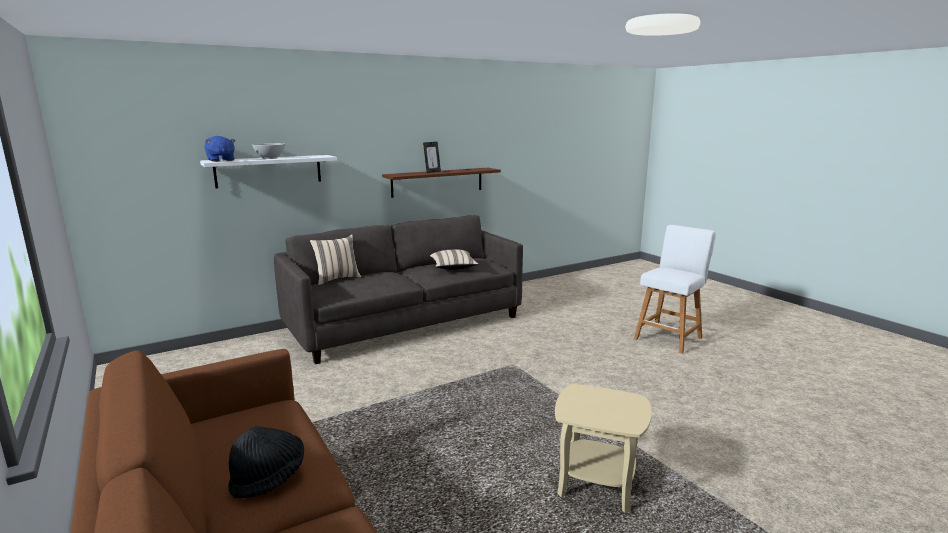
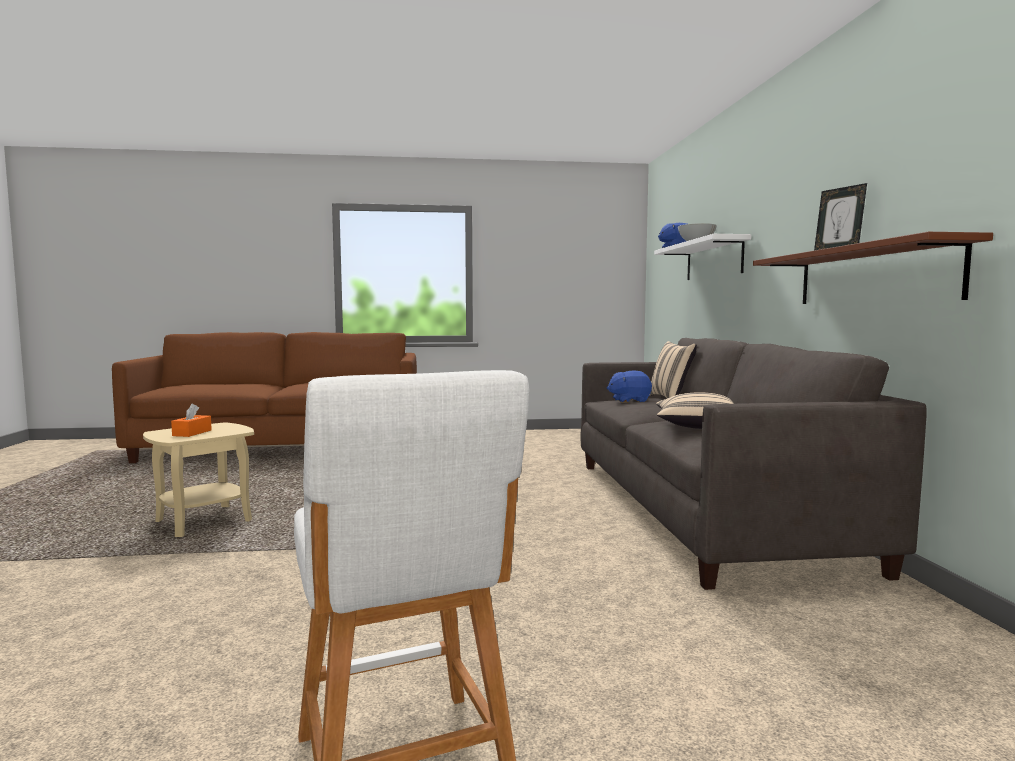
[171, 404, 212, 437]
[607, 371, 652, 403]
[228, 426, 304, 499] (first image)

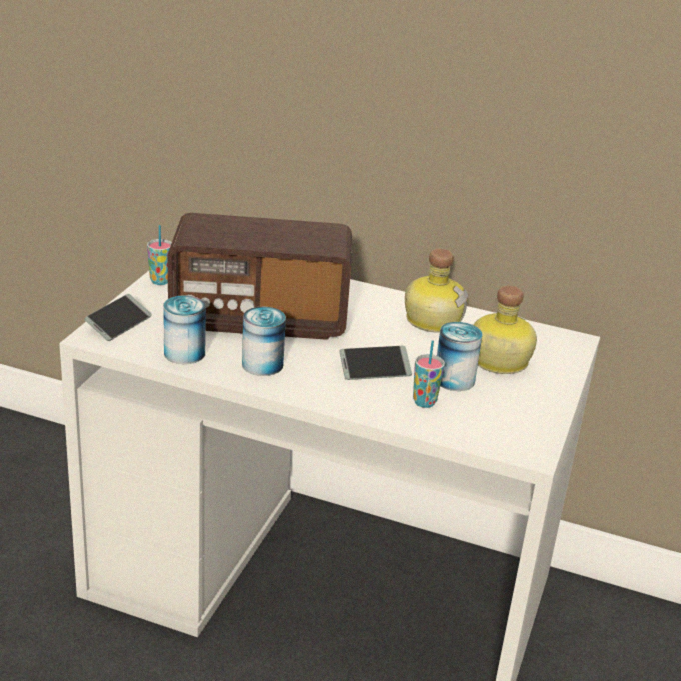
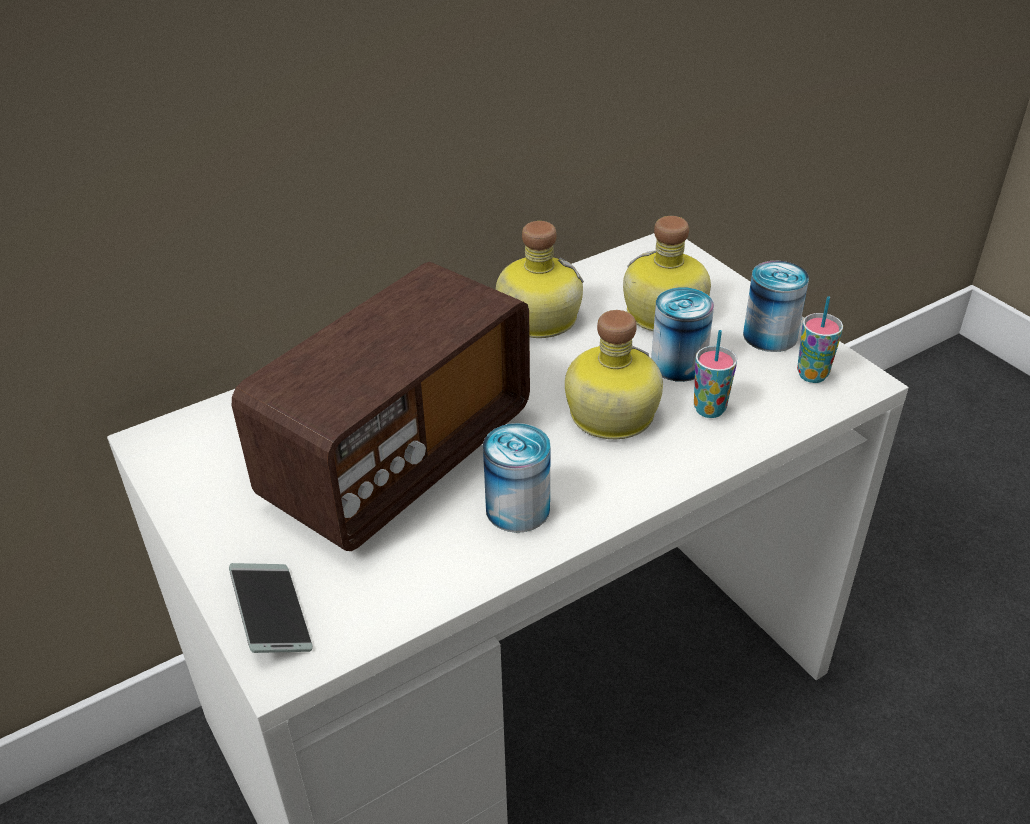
[565, 310, 663, 439]
[743, 261, 809, 352]
[797, 297, 843, 383]

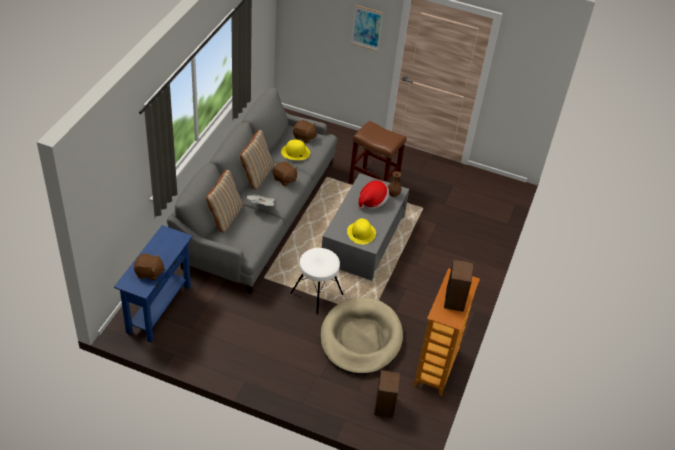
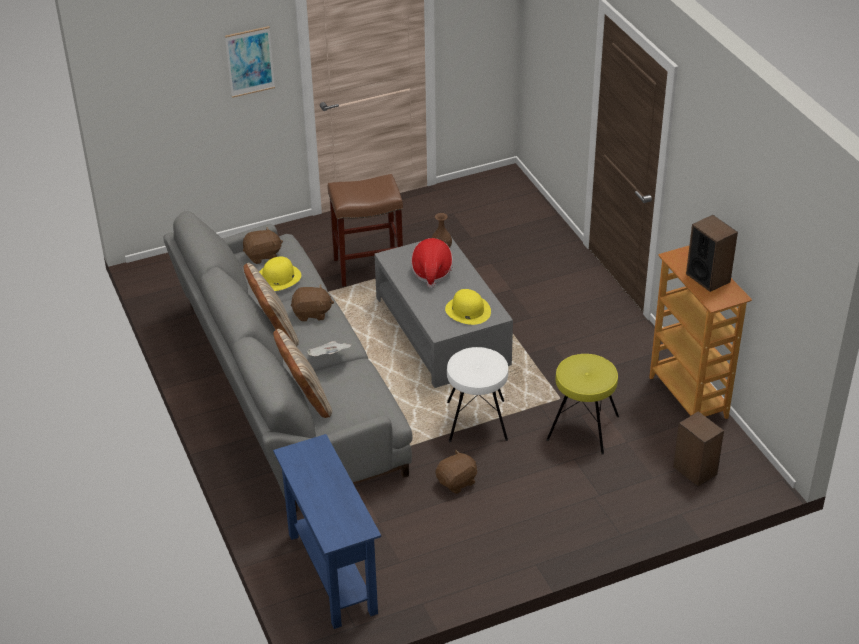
[435, 450, 477, 494]
[546, 354, 619, 455]

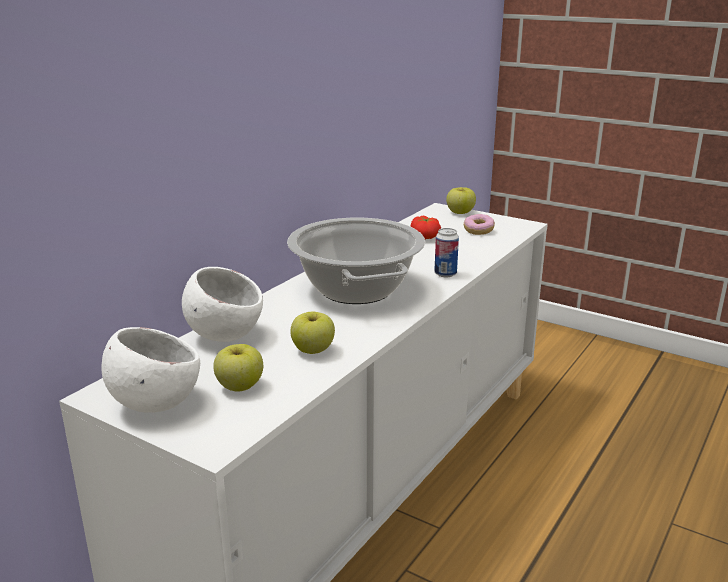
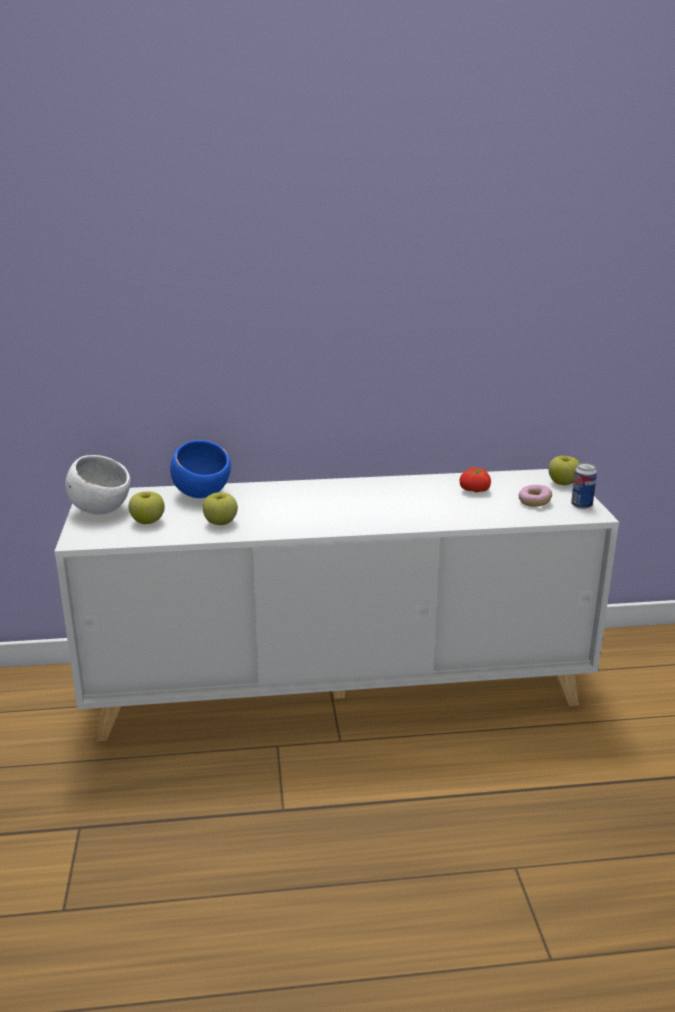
[170, 440, 231, 498]
[571, 463, 597, 509]
[287, 218, 425, 304] (first image)

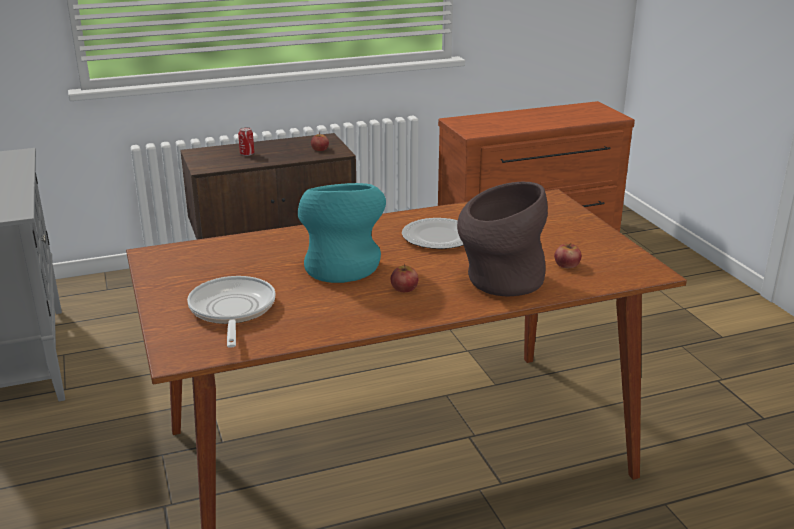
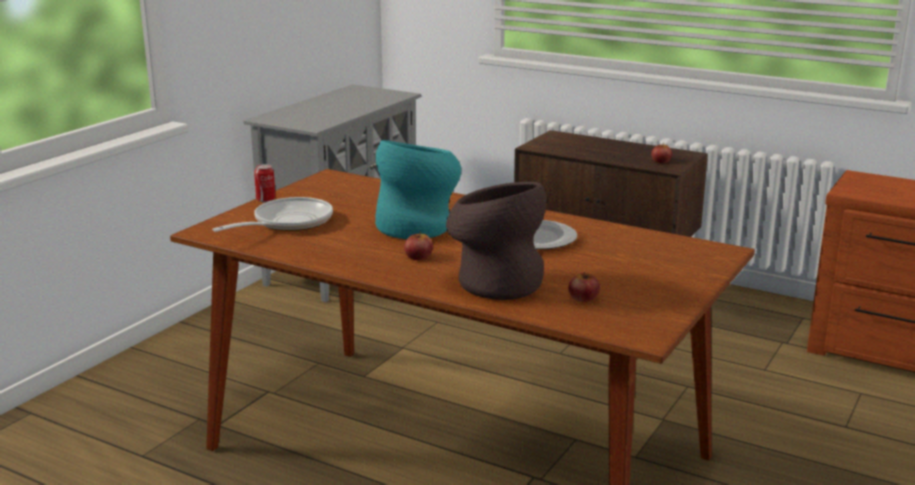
[254, 164, 276, 202]

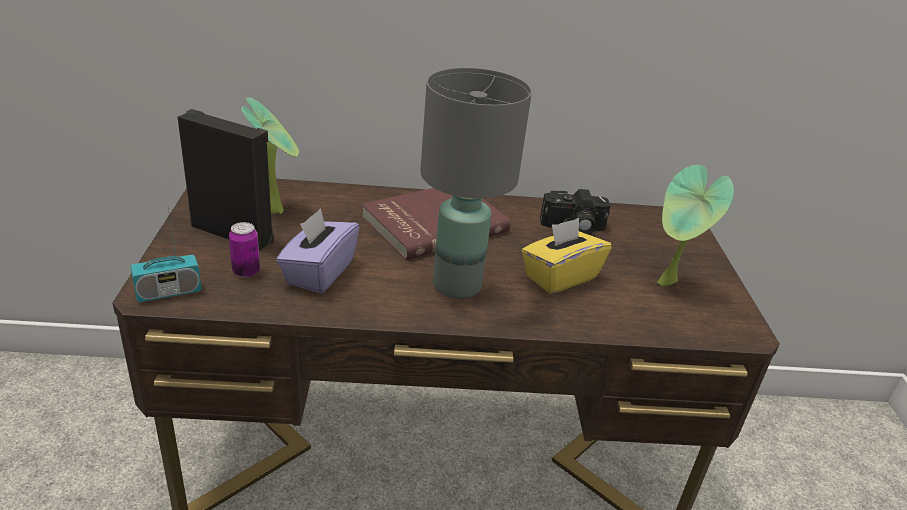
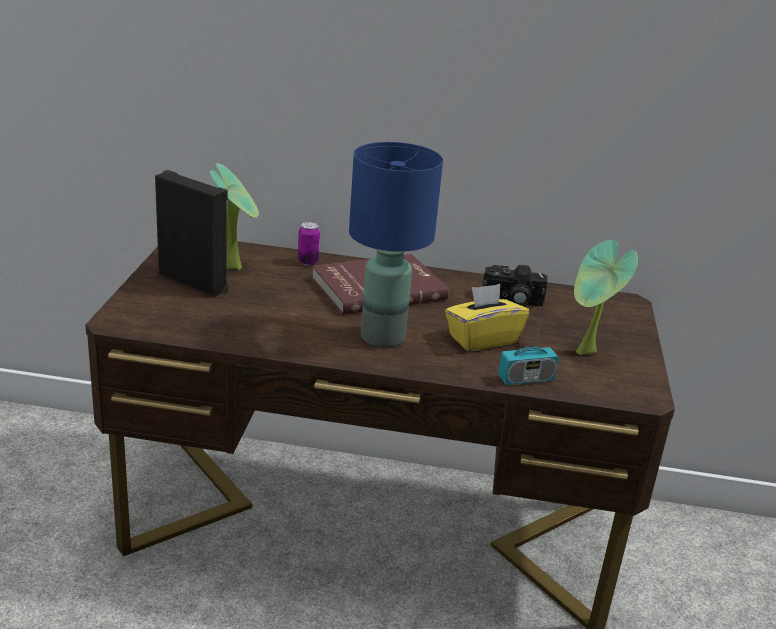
[298, 222, 320, 266]
[349, 142, 443, 347]
[498, 302, 559, 385]
[276, 208, 360, 293] (first image)

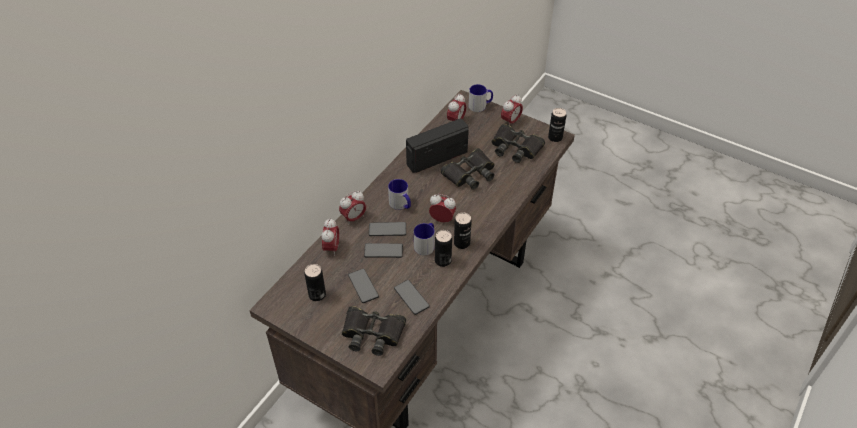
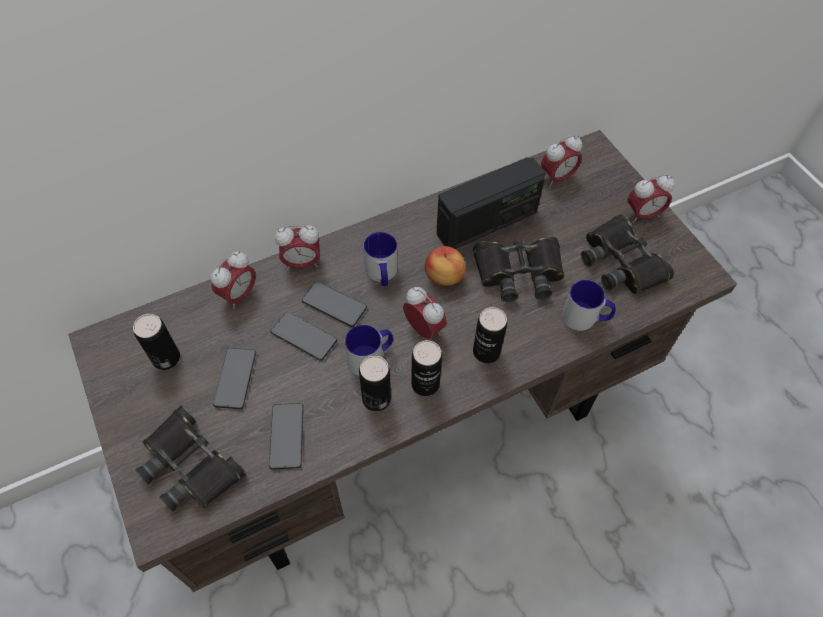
[425, 246, 466, 286]
[437, 157, 546, 249]
[473, 307, 507, 363]
[562, 280, 616, 331]

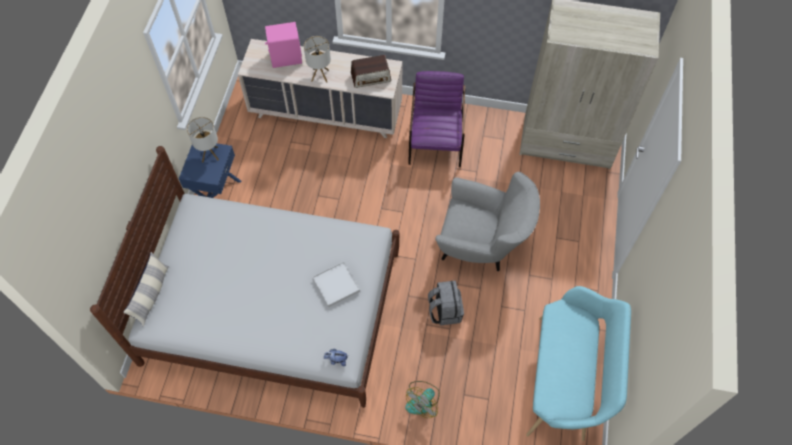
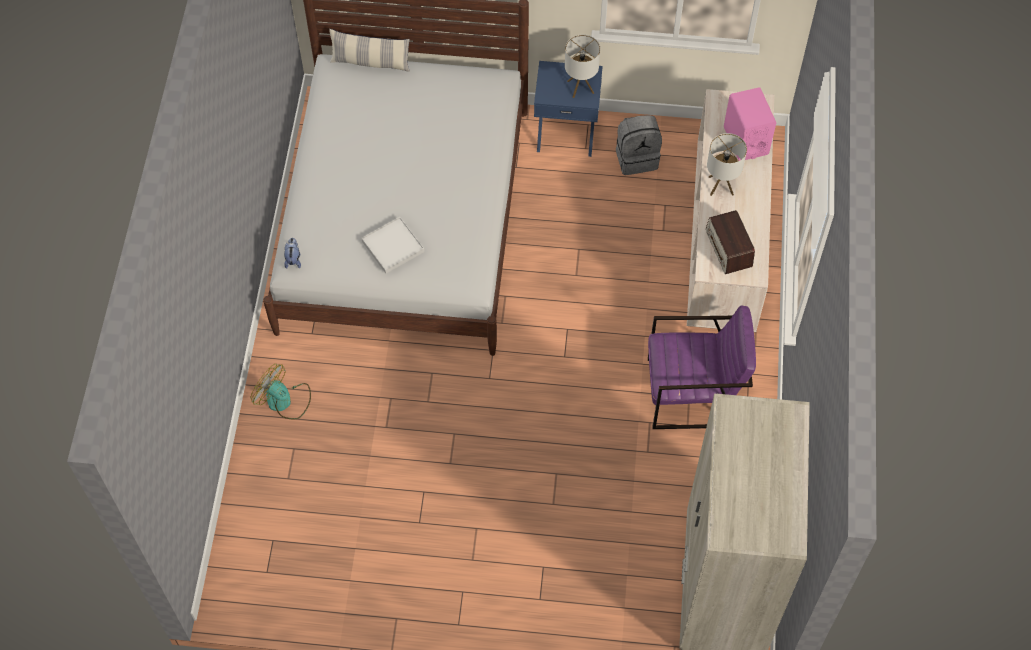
[616, 115, 662, 175]
[435, 172, 540, 271] (first image)
[526, 286, 631, 441] (first image)

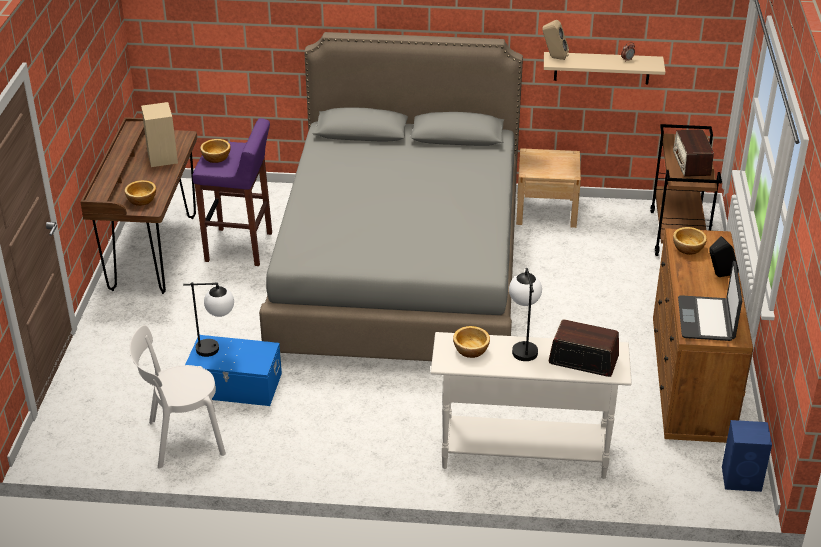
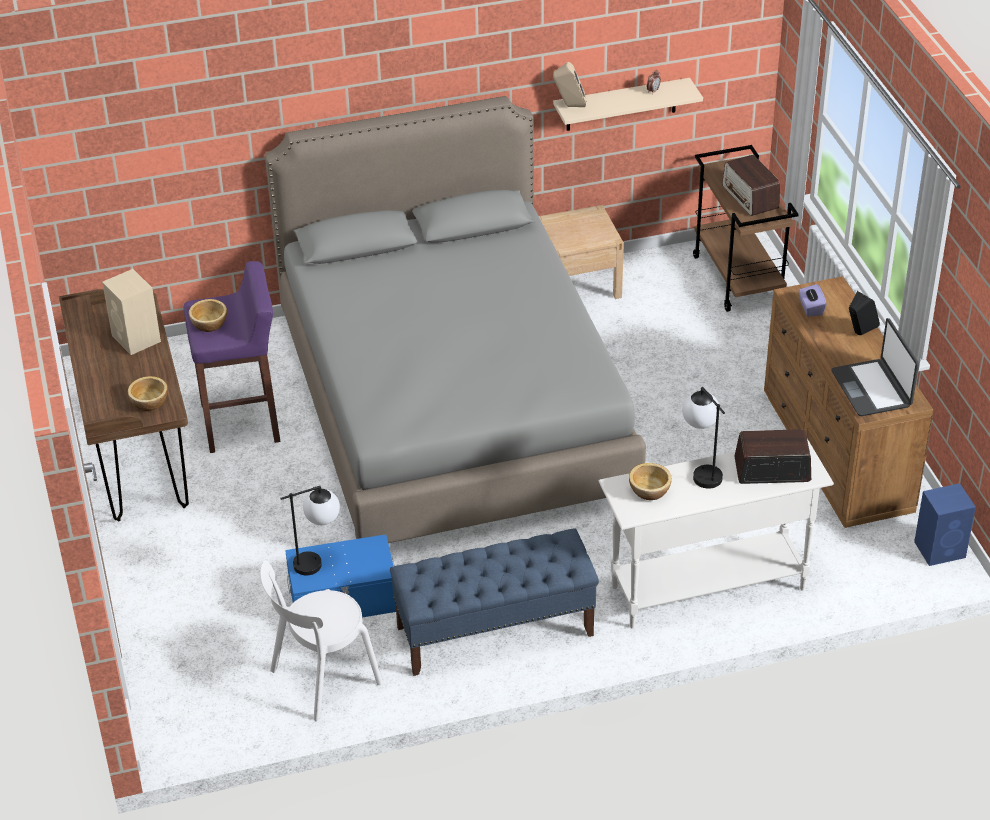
[390, 528, 599, 676]
[798, 284, 826, 317]

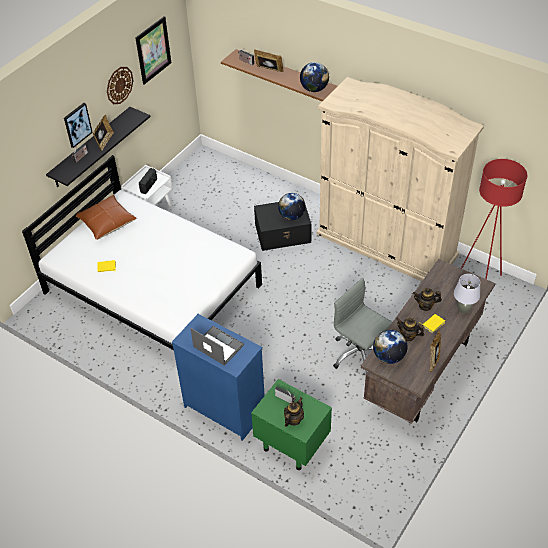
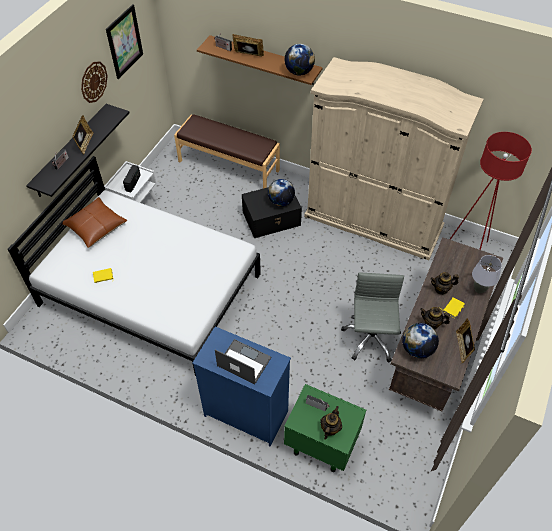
[174, 114, 280, 189]
[341, 272, 404, 363]
[64, 103, 93, 148] (first image)

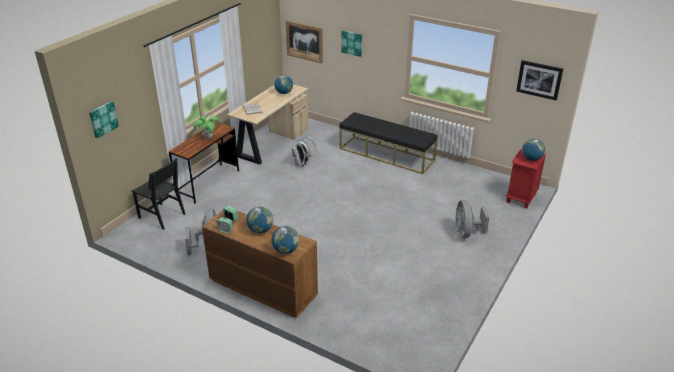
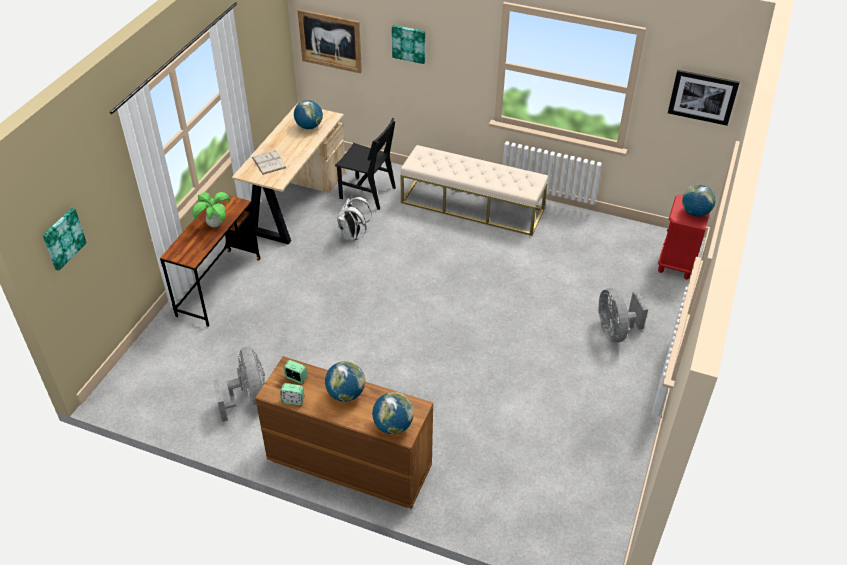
[335, 118, 396, 210]
[400, 145, 548, 236]

